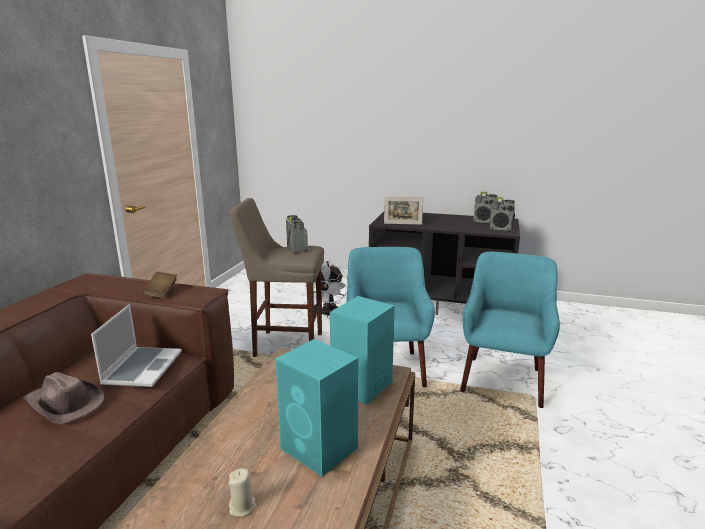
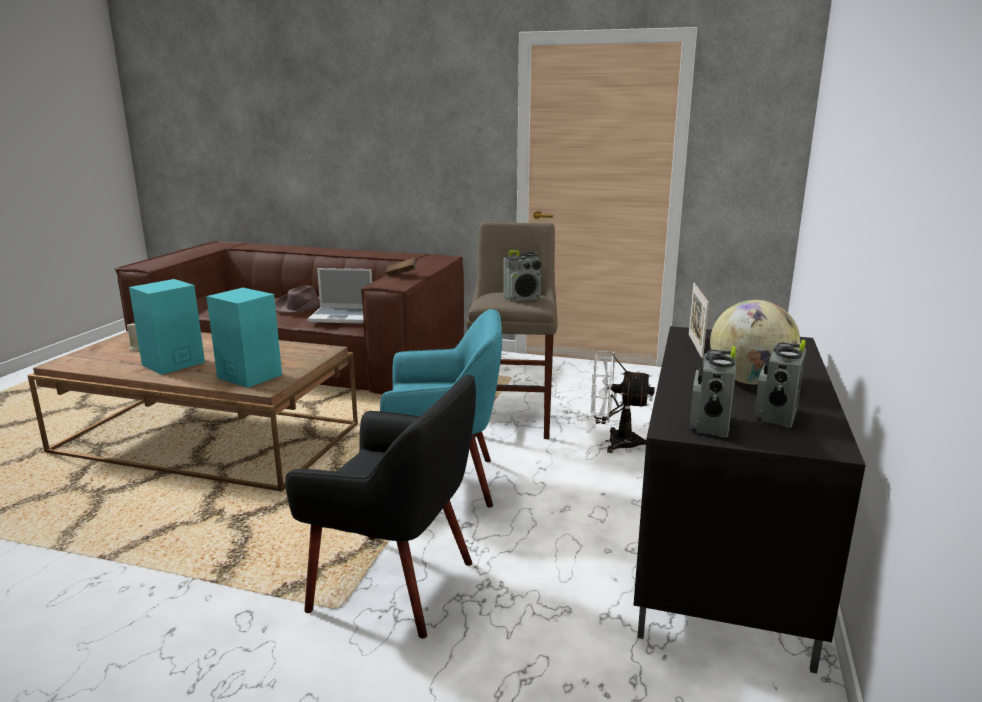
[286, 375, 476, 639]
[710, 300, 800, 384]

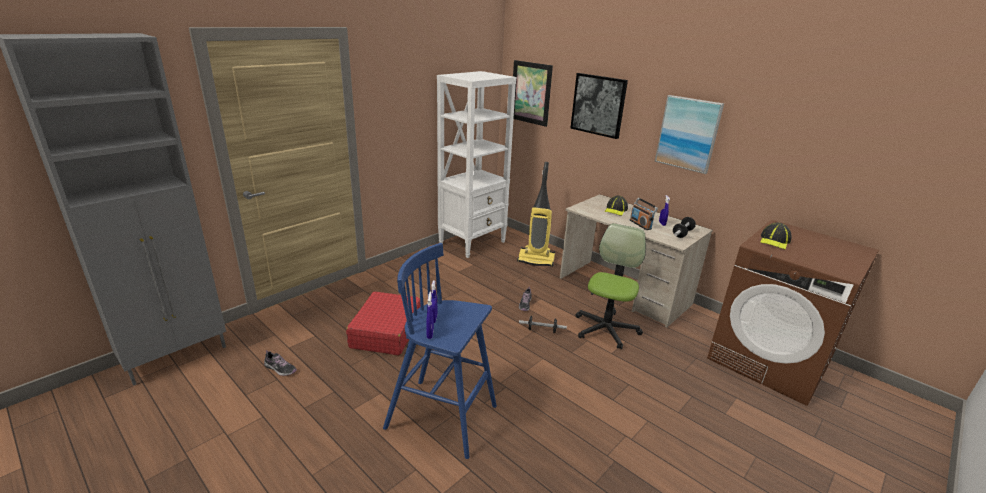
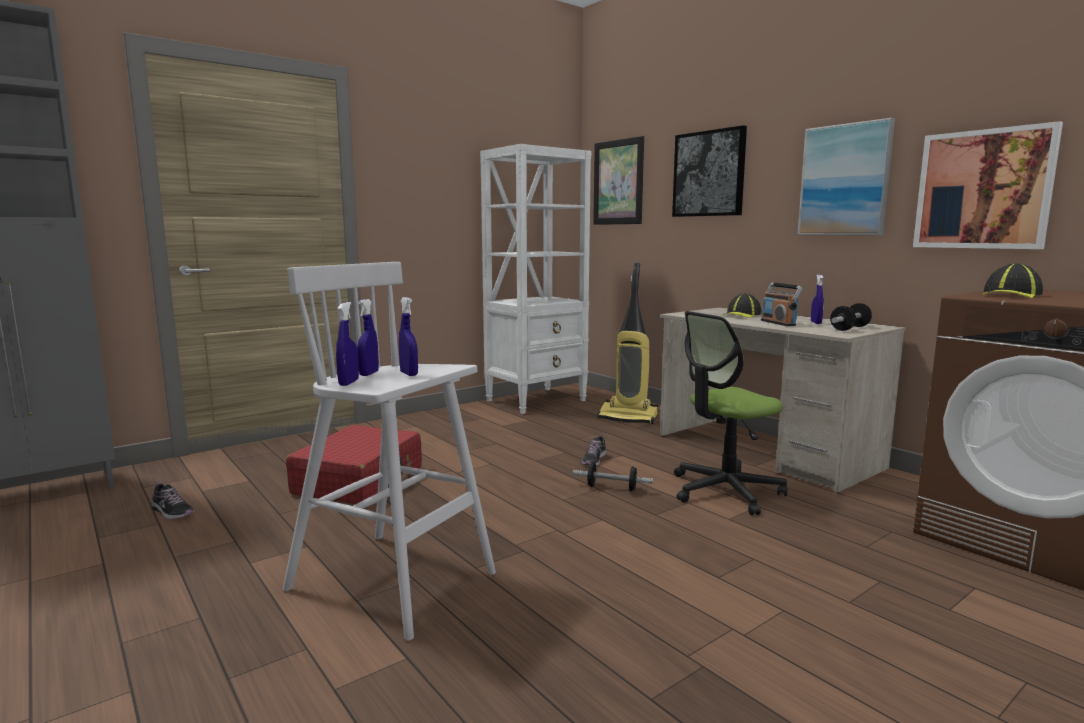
[283, 262, 496, 641]
[399, 297, 418, 376]
[674, 311, 788, 515]
[913, 121, 1063, 249]

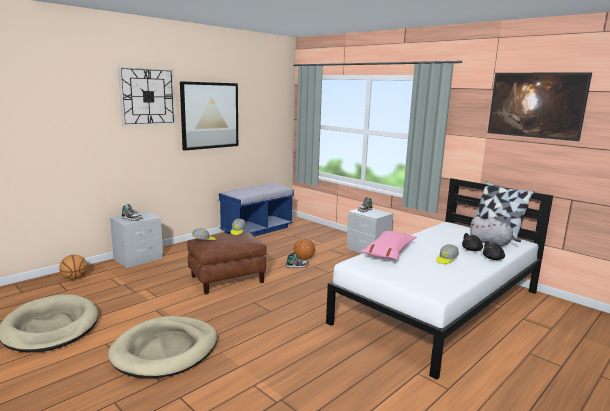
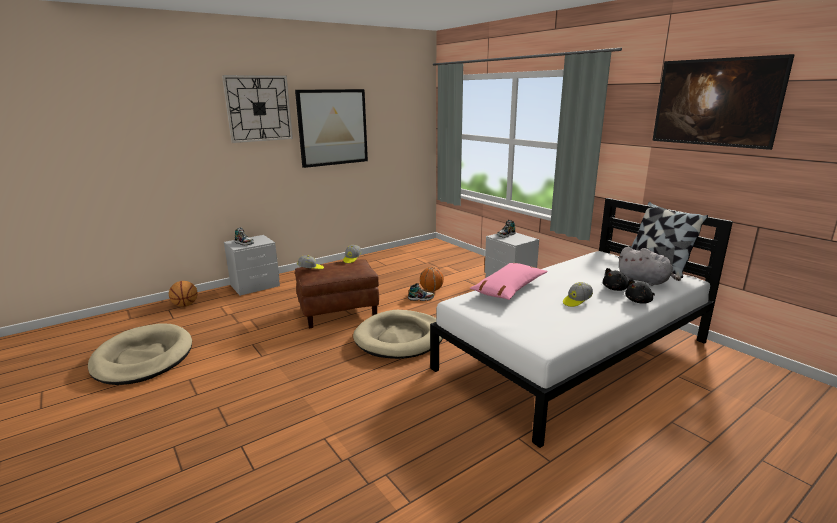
[353, 310, 443, 359]
[219, 183, 294, 237] (first image)

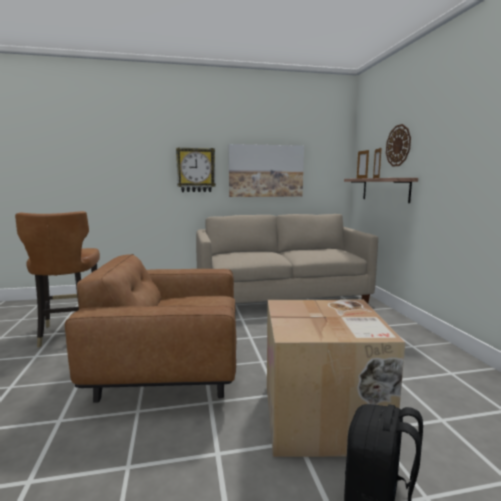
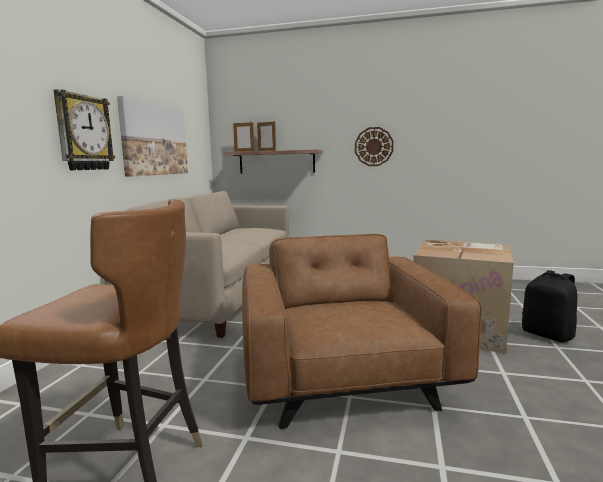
[242, 234, 482, 429]
[355, 127, 394, 166]

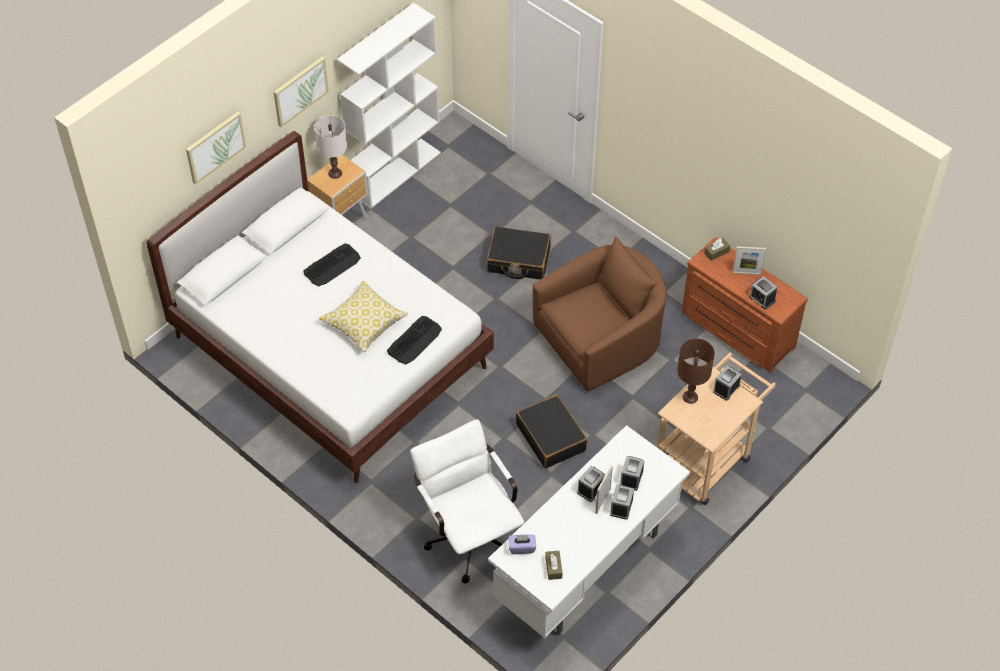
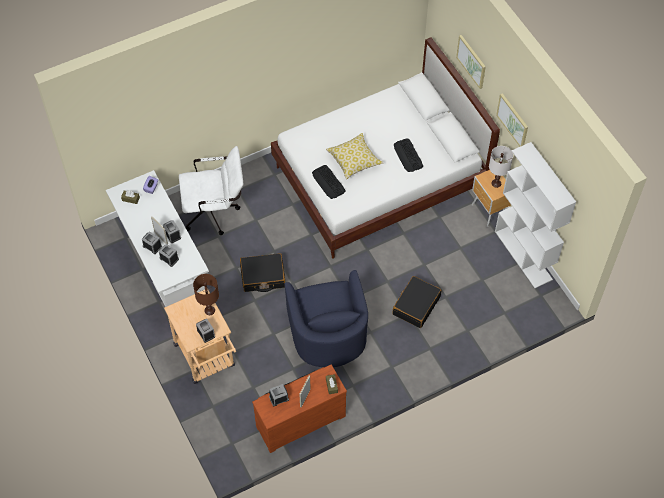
[285, 270, 368, 367]

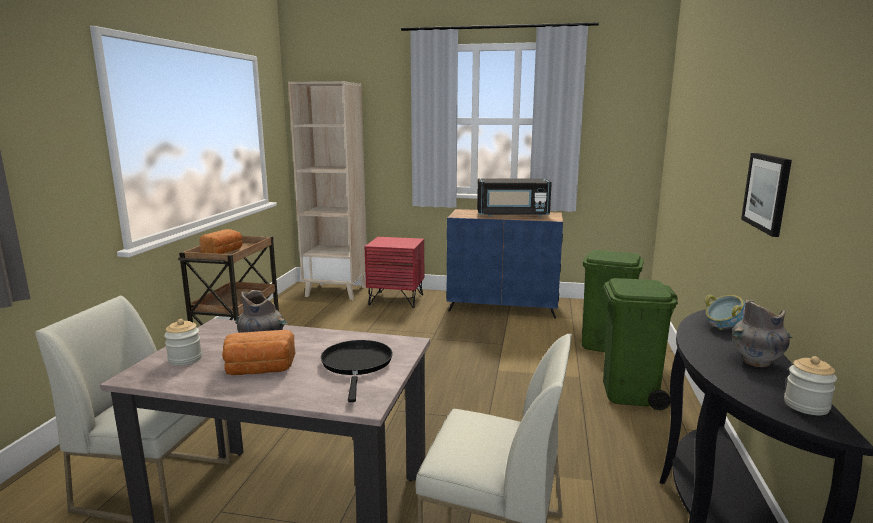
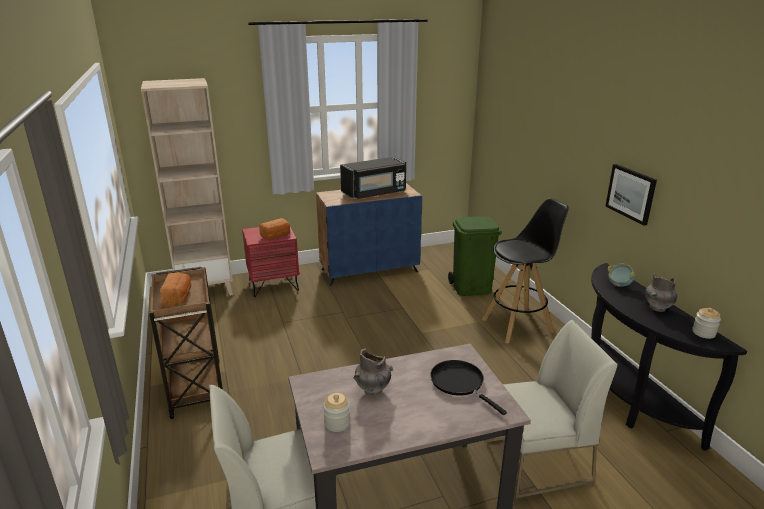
[259, 218, 290, 239]
[482, 198, 569, 344]

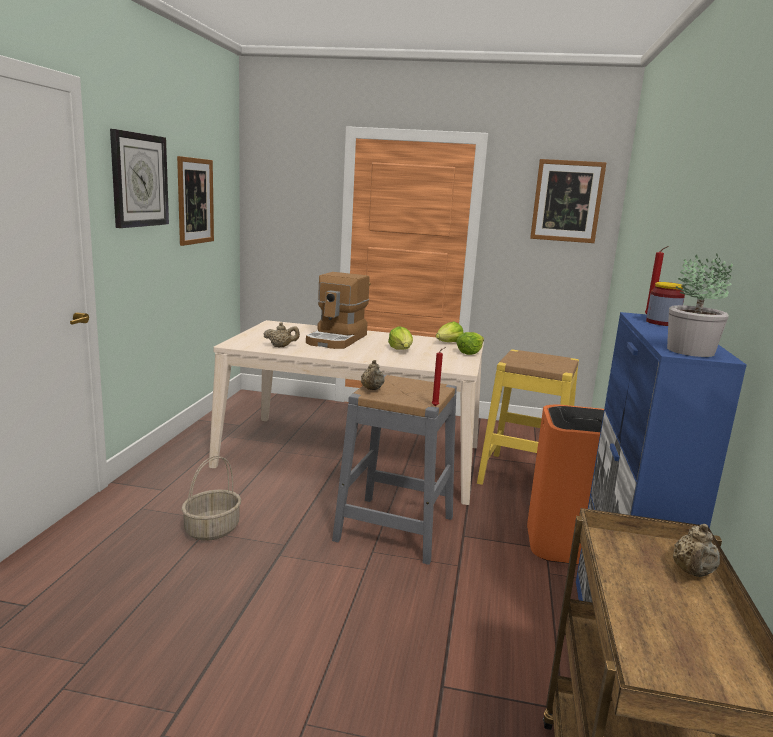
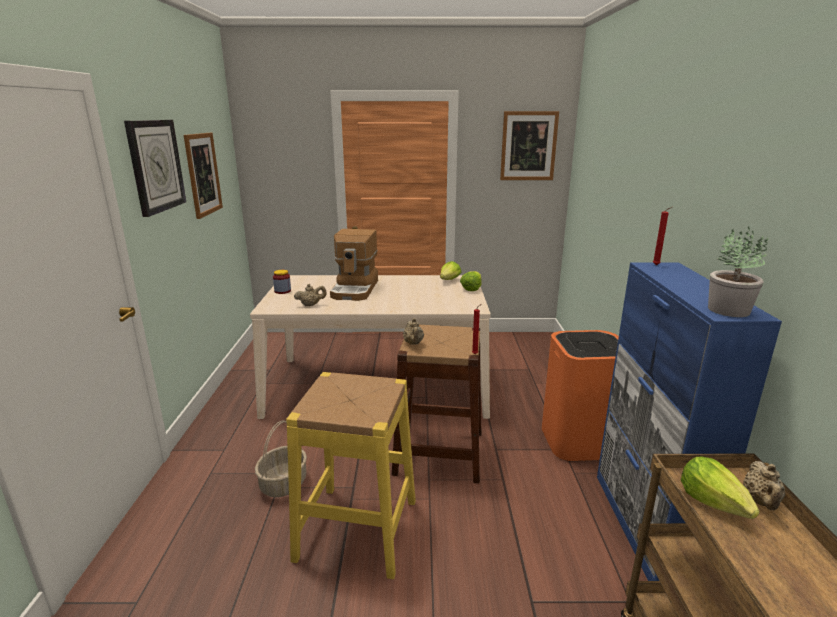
[273, 270, 291, 294]
[286, 372, 416, 579]
[392, 325, 481, 484]
[681, 457, 760, 519]

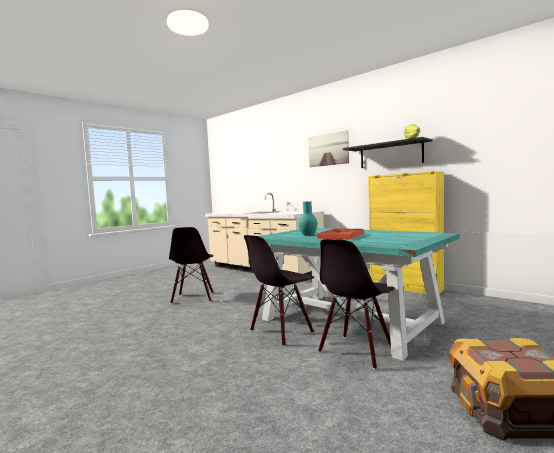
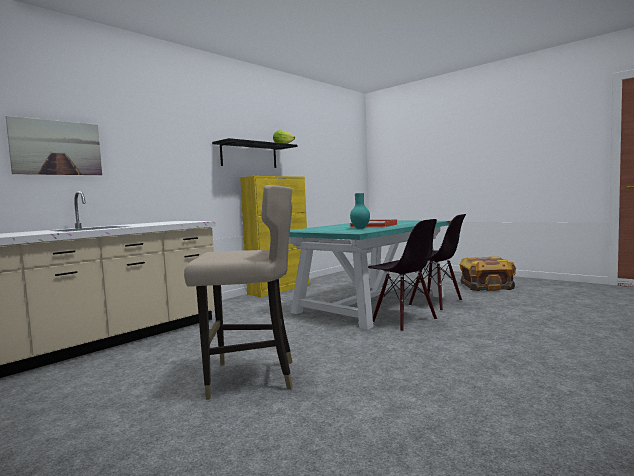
[6, 116, 102, 175]
[184, 185, 293, 400]

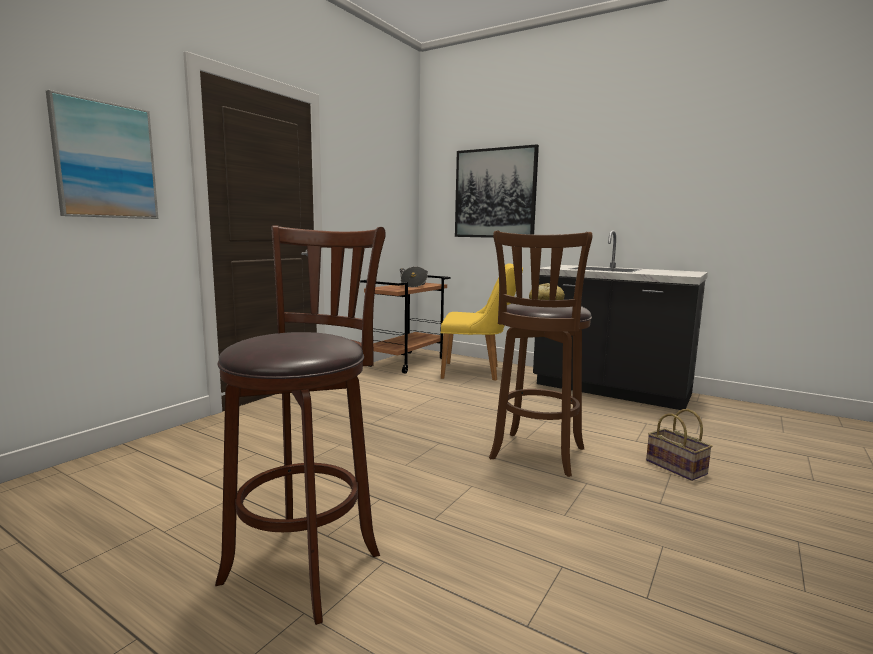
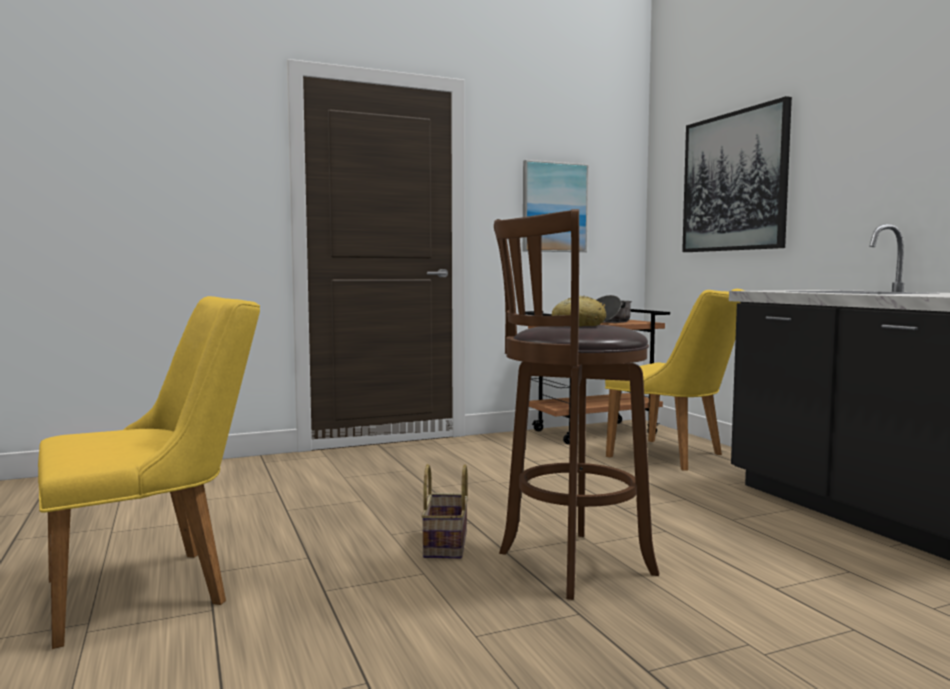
[38, 296, 260, 649]
[421, 464, 468, 559]
[523, 160, 588, 252]

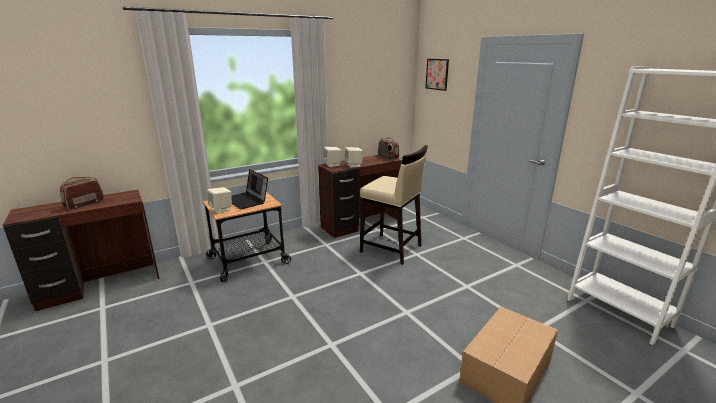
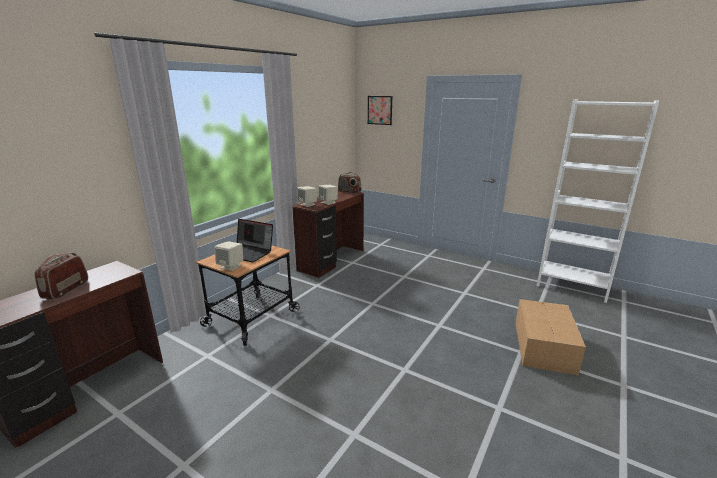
[360, 145, 428, 265] (first image)

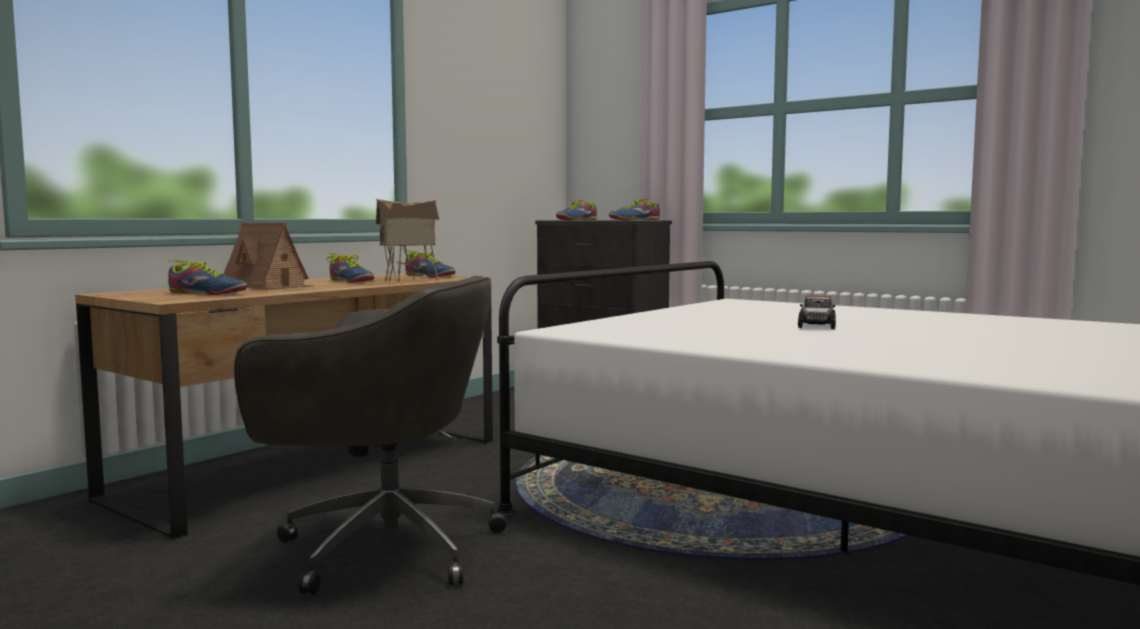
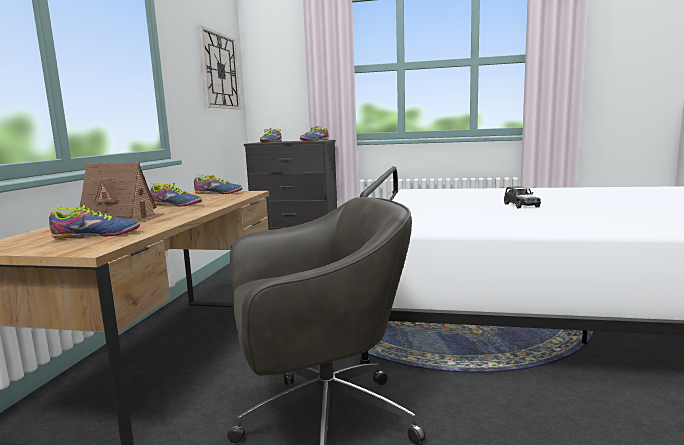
[199, 26, 241, 109]
[376, 199, 439, 282] (first image)

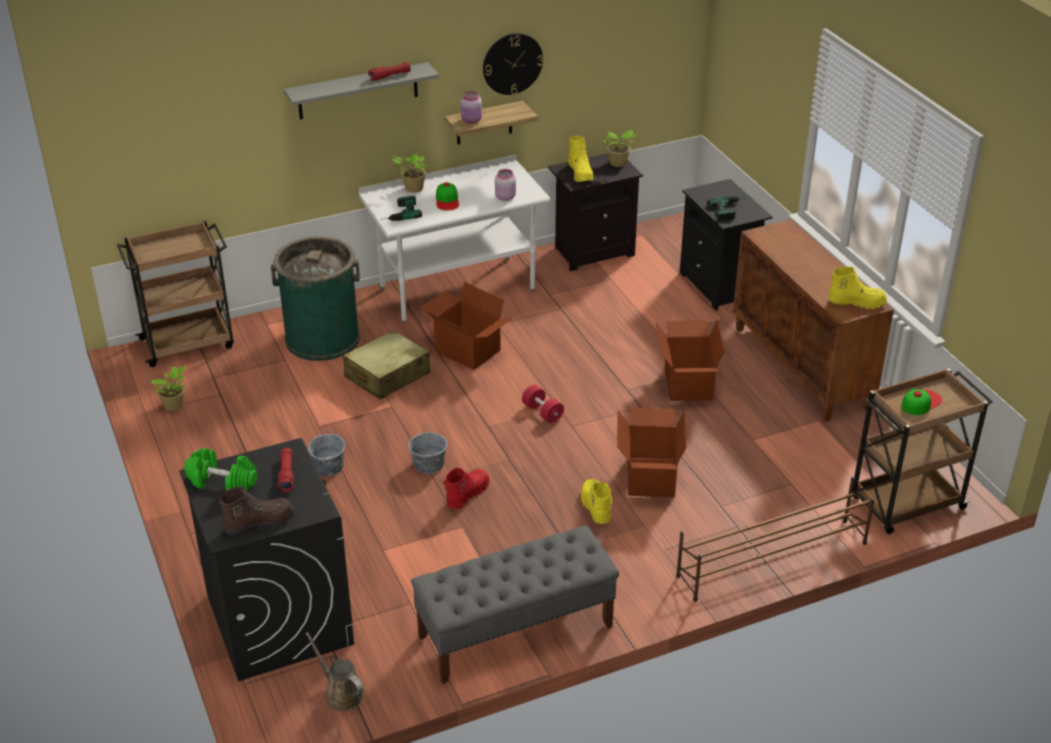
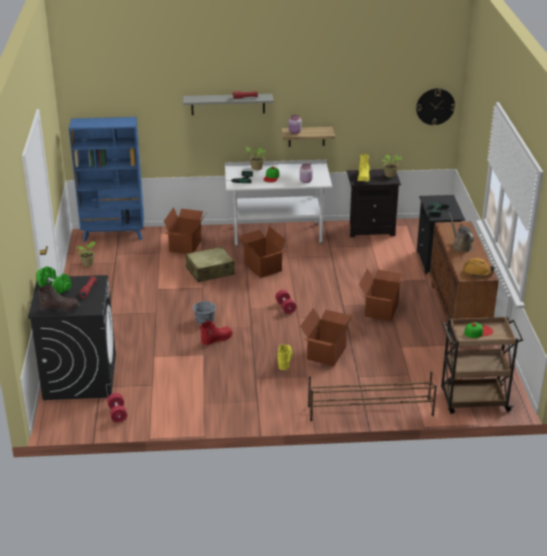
[69, 117, 144, 242]
[107, 393, 127, 423]
[164, 207, 206, 254]
[416, 88, 455, 125]
[449, 213, 474, 252]
[463, 258, 495, 277]
[308, 429, 345, 476] (first image)
[411, 525, 619, 684] (first image)

